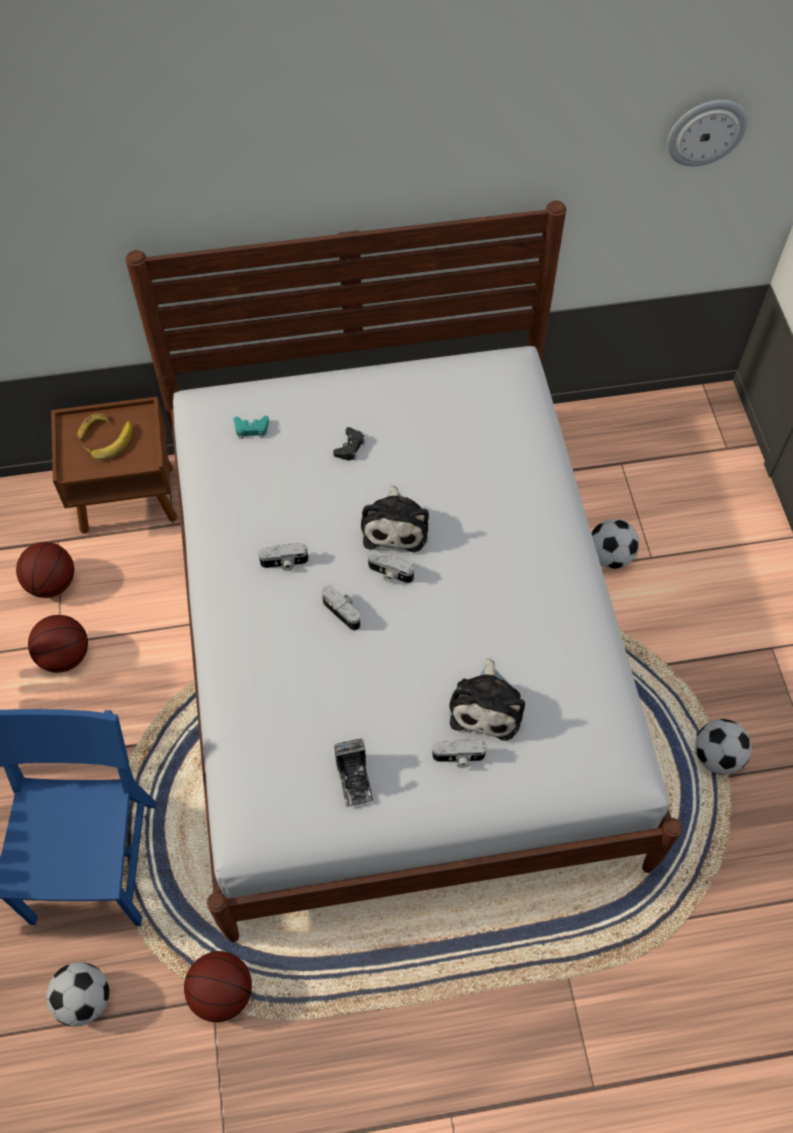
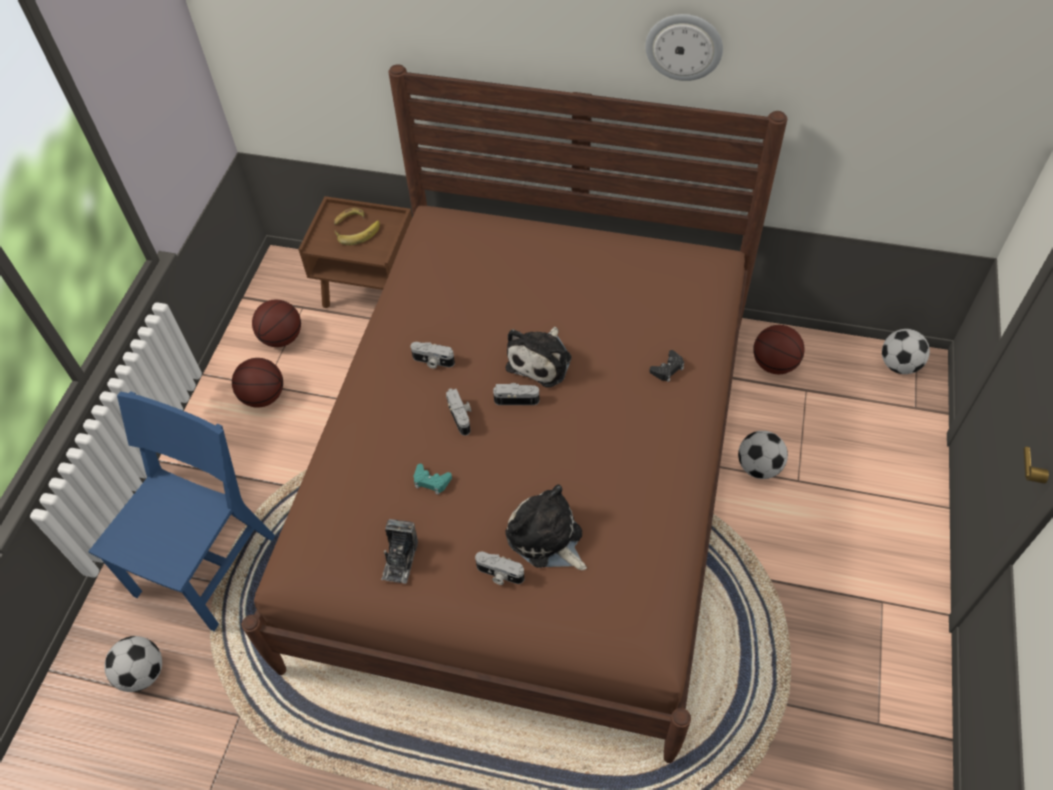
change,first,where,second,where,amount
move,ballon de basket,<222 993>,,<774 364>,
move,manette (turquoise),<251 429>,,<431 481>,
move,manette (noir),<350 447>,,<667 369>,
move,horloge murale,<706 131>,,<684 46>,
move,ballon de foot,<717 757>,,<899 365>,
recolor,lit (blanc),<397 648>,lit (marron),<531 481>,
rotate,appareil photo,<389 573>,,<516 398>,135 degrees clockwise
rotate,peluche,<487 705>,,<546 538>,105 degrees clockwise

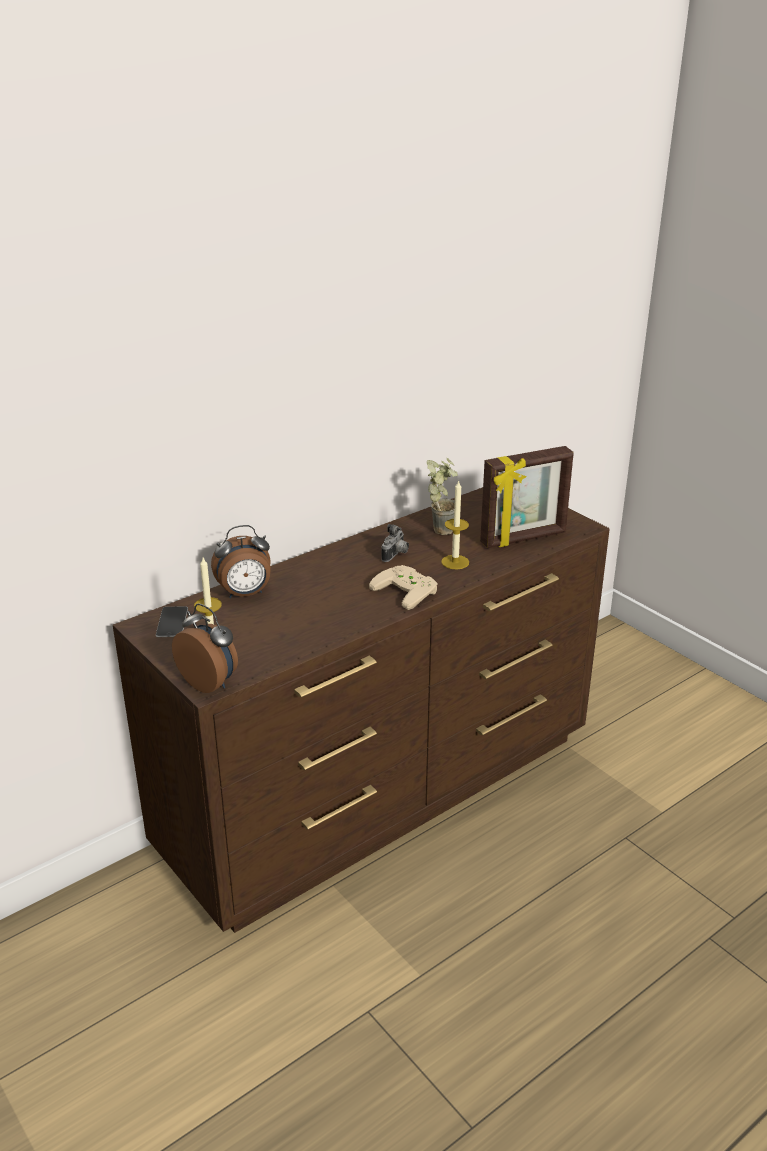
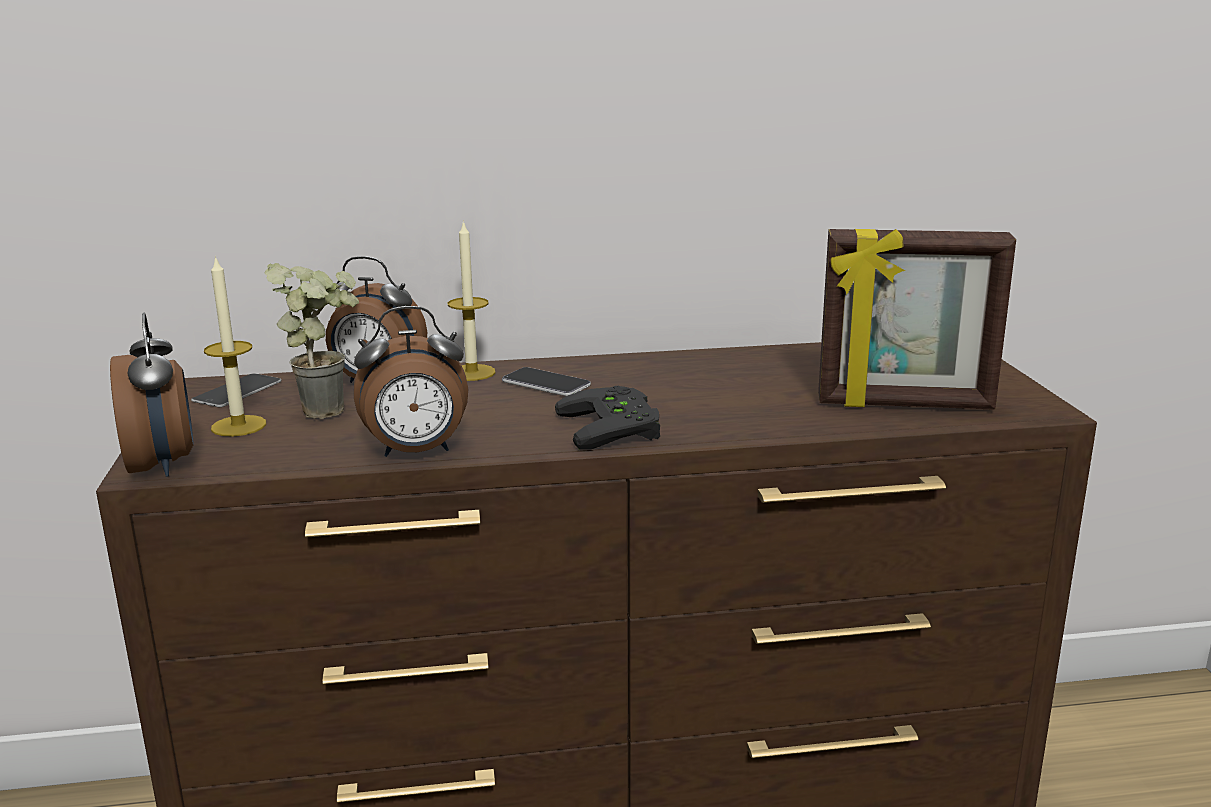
change,first,where,second,where,amount
delete,appareil photo,<396 555>,,,
insert,,,réveil,<416 452>,
insert,,,téléphone,<546 384>,
move,plante en pot,<441 527>,,<329 408>,
move,bougie,<455 562>,,<471 372>,
recolor,manette (beige),<408 590>,manette (noir),<616 427>,

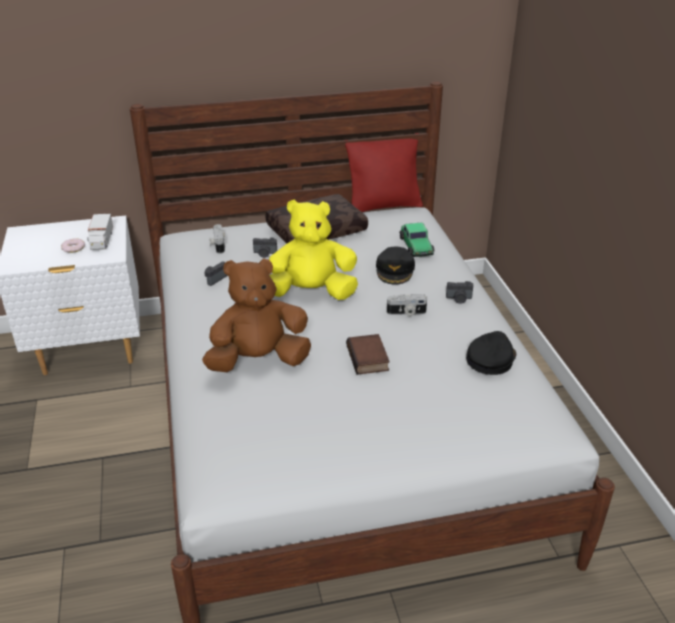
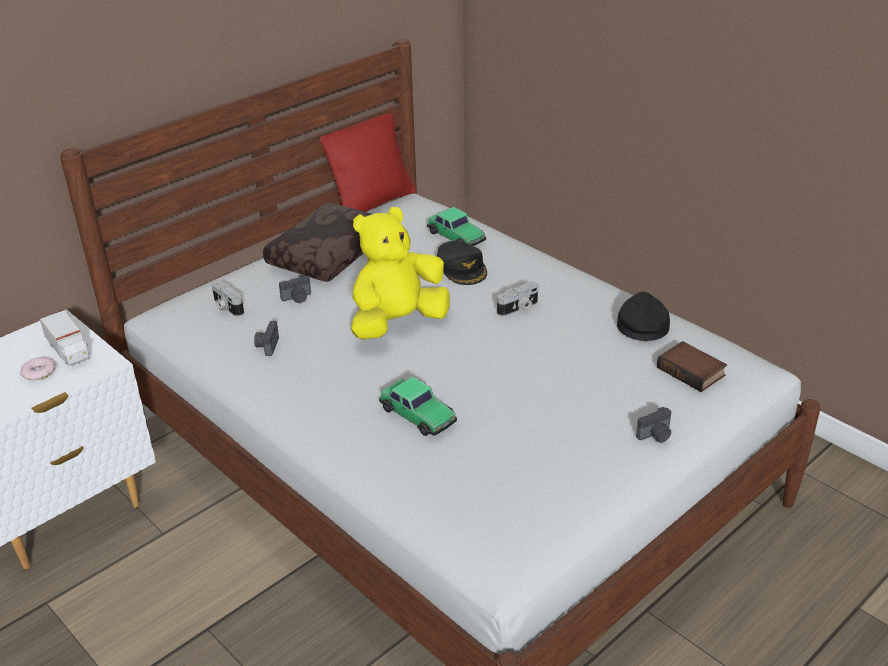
change,first,where,second,where,amount
move,livre,<369 358>,,<692 371>,
move,appareil photo,<459 299>,,<656 435>,
replace,peluche (marron),<258 361>,petite voiture,<418 415>,

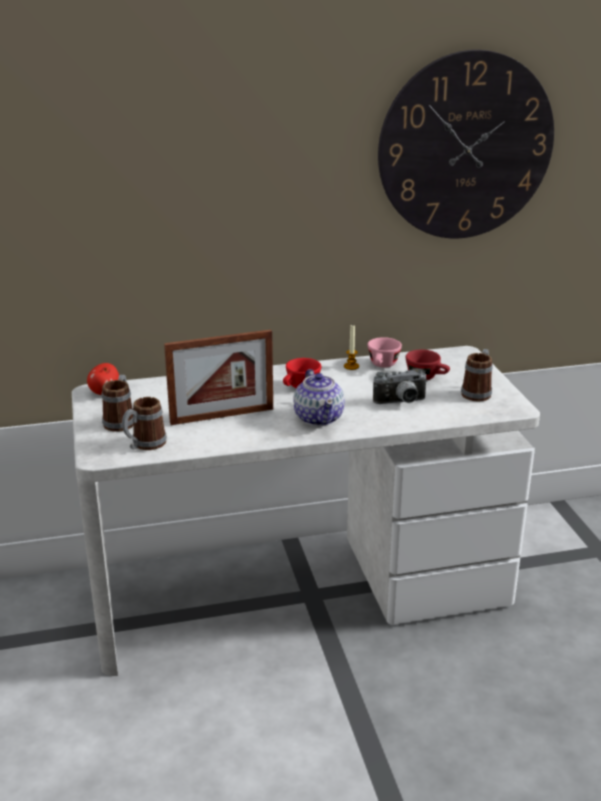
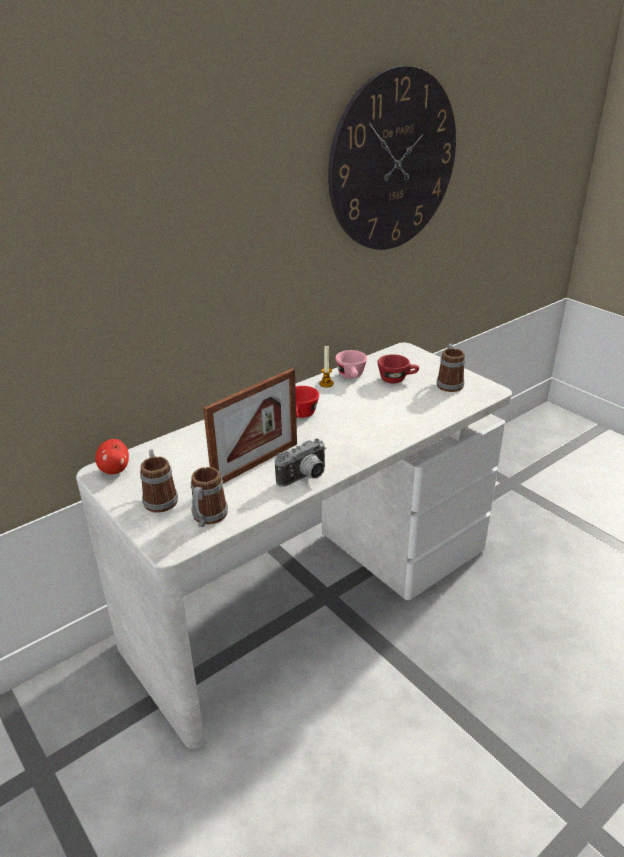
change,first,where,second,where,amount
delete,théière,<319 418>,,,
move,appareil photo,<401 403>,,<305 478>,

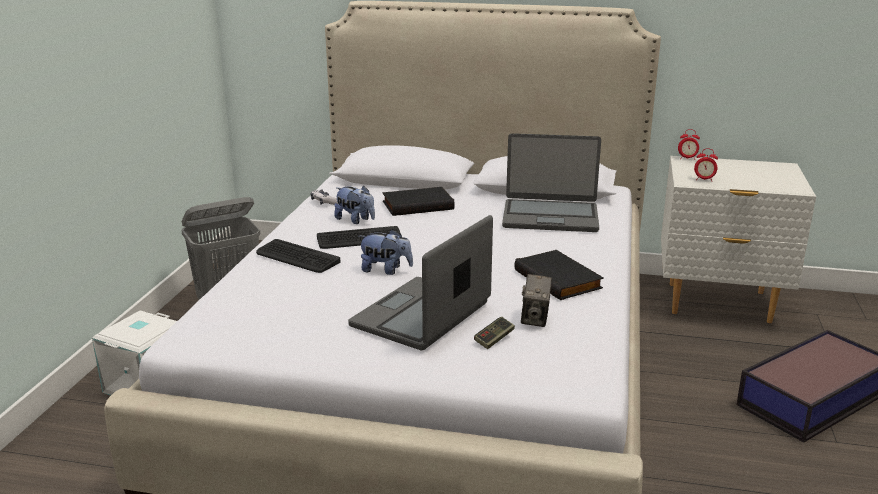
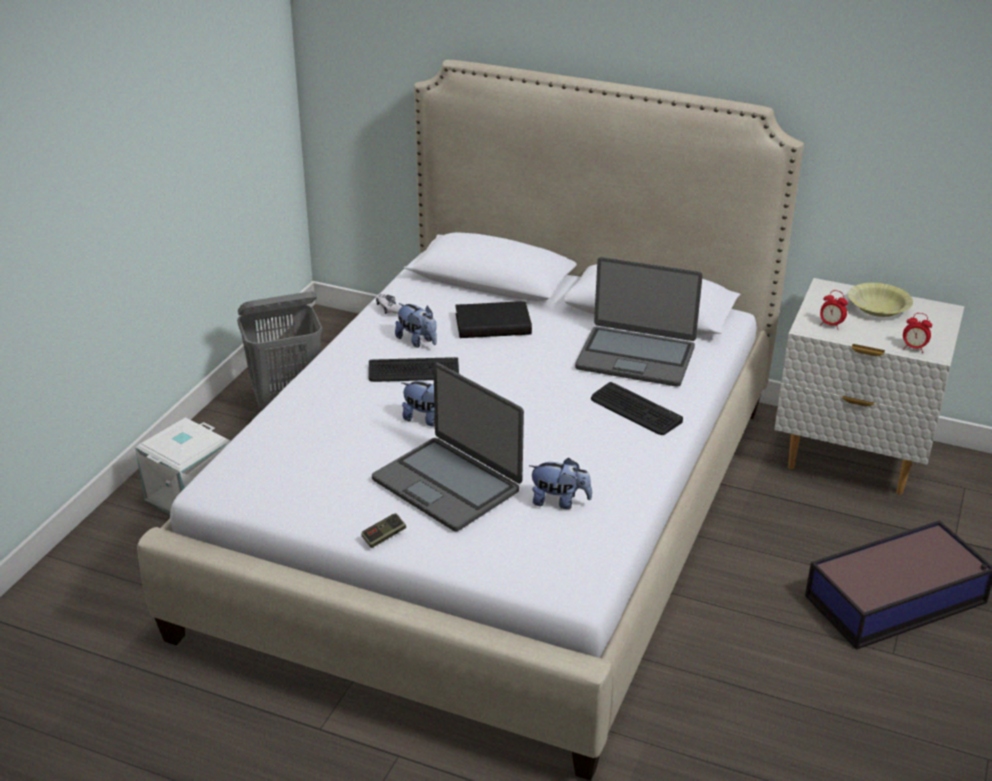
change,first,where,second,where,amount
delete,livre (noir),<559 279>,,,
insert,,,bol (jaune),<878 308>,
move,clavier,<297 257>,,<635 410>,
move,manette,<494 339>,,<384 536>,
move,réveil,<687 158>,,<913 348>,
replace,appareil photo,<535 319>,peluche,<559 501>,
rotate,ordinateur portable,<422 315>,,<447 484>,90 degrees counterclockwise

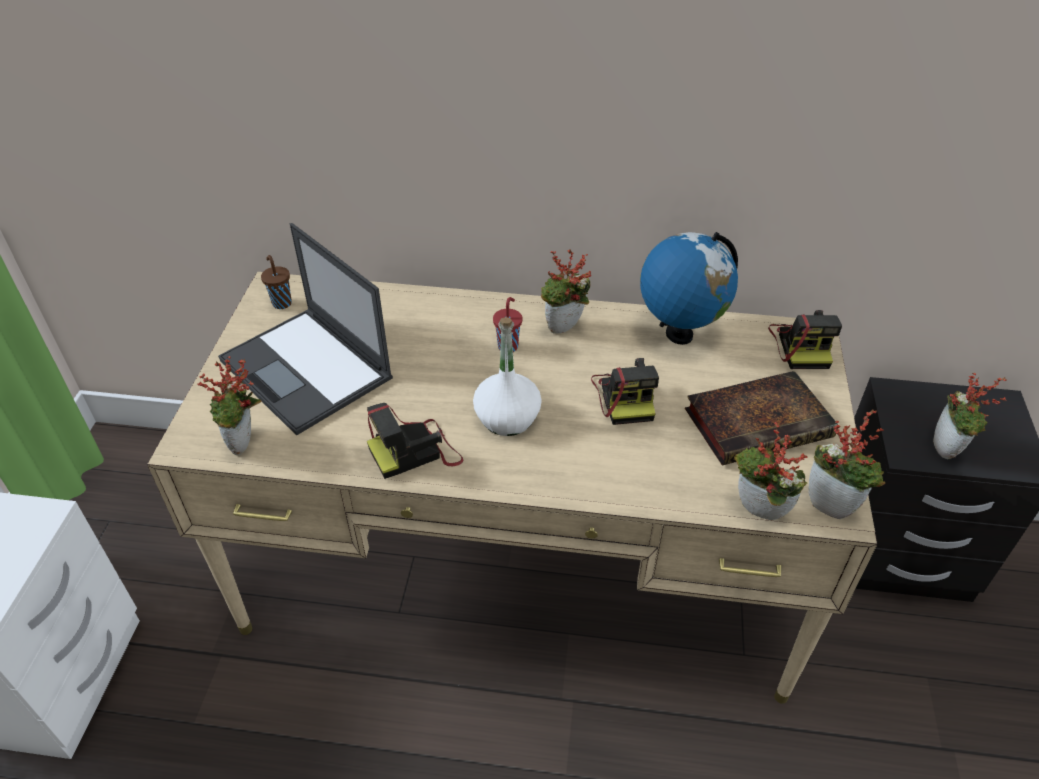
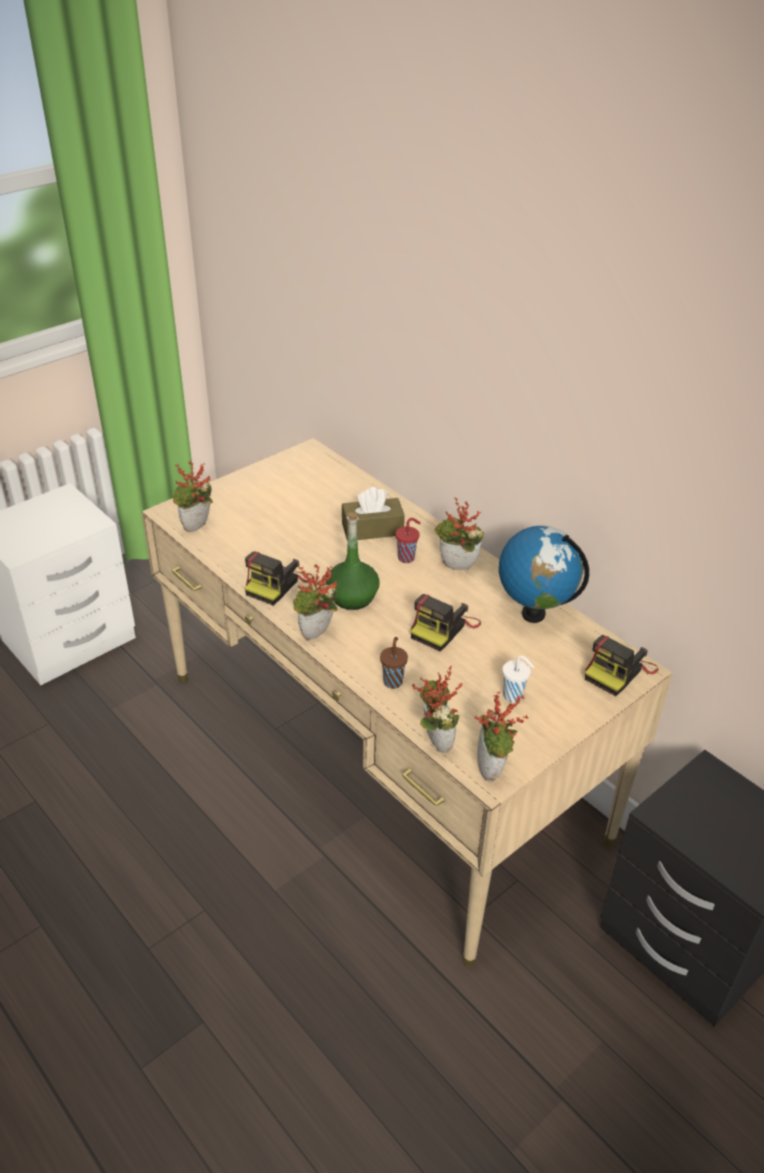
change,first,where,second,where,amount
delete,ordinateur portable,<307 370>,,,
insert,,,boîte à mouchoirs (marron),<372 529>,
move,tasse (marron),<281 303>,,<393 681>,
move,plante en pot,<948 450>,,<317 635>,
replace,livre,<760 422>,tasse (blanc),<514 696>,
recolor,bouteille (blanc),<507 418>,bouteille (vert),<352 597>,
rotate,appareil photo,<416 452>,,<278 584>,75 degrees counterclockwise

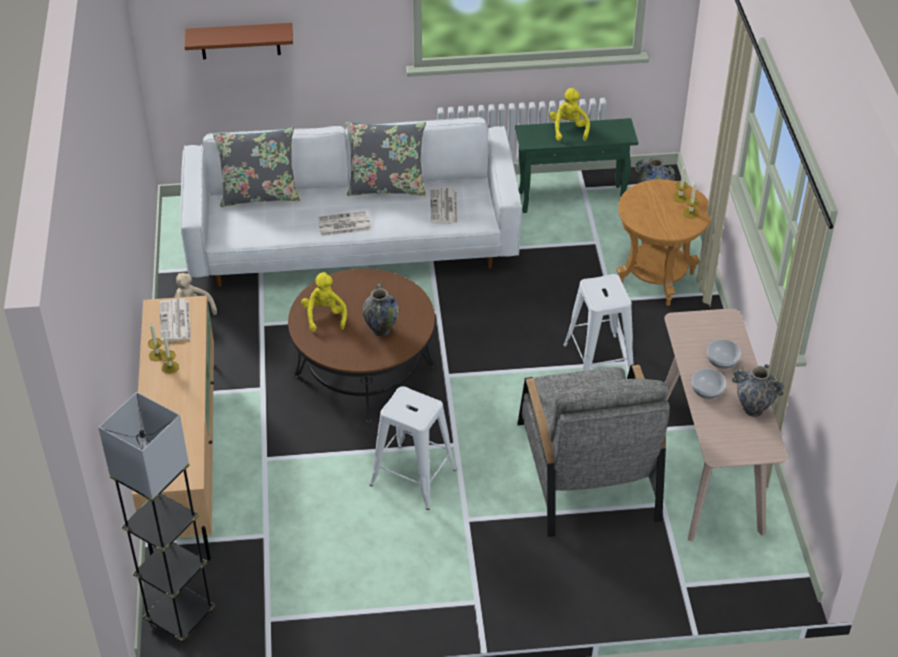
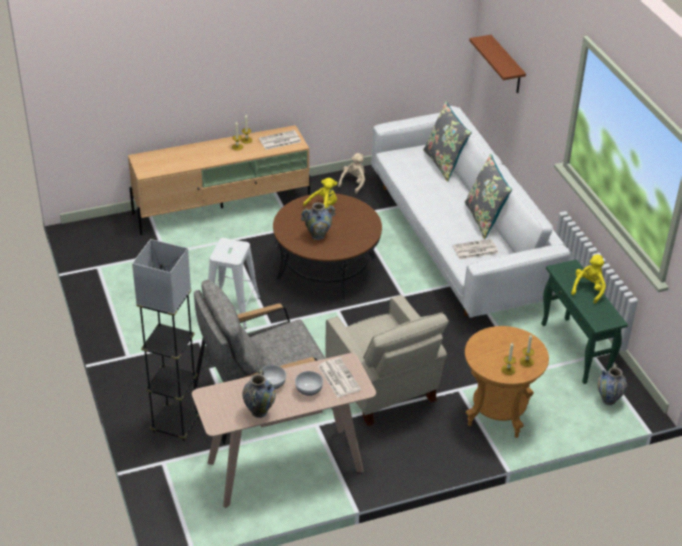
change,first,where,second,where,amount
move,lampadaire (gris),<180 616>,,<175 425>,
move,journal,<343 224>,,<338 377>,
replace,tabouret (blanc),<598 361>,fauteuil (beige),<383 389>,
rotate,peluche (jaune),<568 129>,,<588 289>,45 degrees counterclockwise

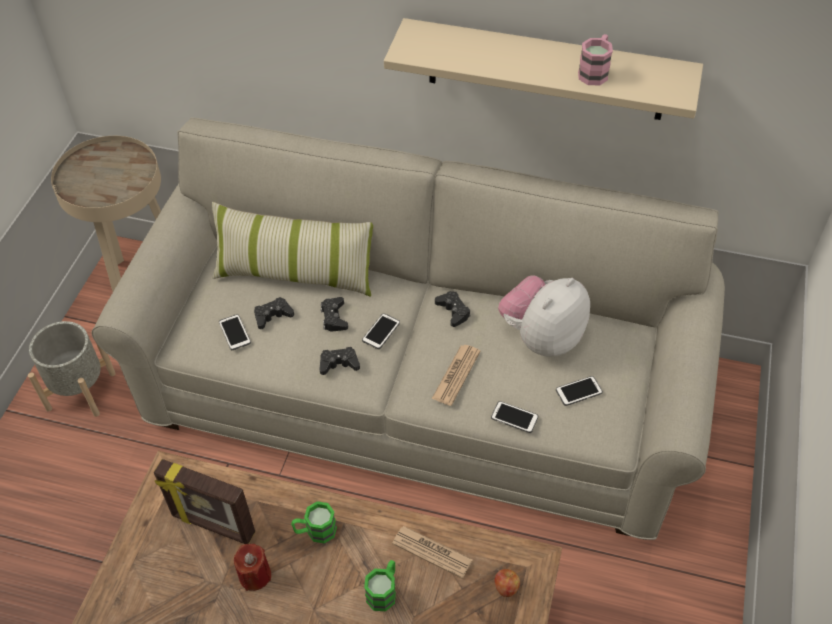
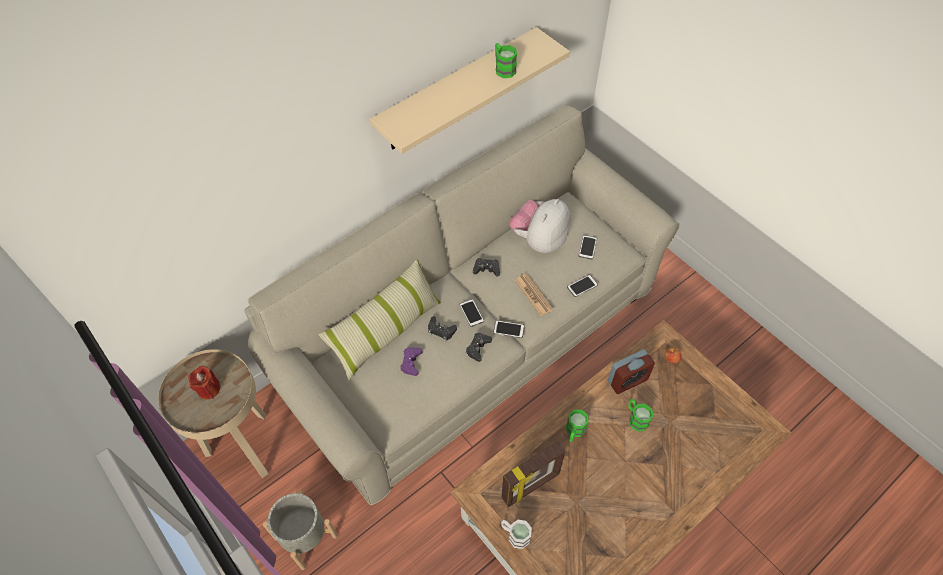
change,first,where,second,where,amount
insert,,,mug (blanc),<515 535>,
move,téléphone,<234 333>,,<508 329>,
move,bougie (rouge),<255 575>,,<208 389>,
replace,journal,<432 552>,réveil,<627 380>,
recolor,manette (noir),<273 316>,manette (violet),<411 362>,
recolor,mug (rose),<595 71>,mug (vert),<503 68>,
rotate,peluche,<542 337>,,<539 240>,45 degrees clockwise

